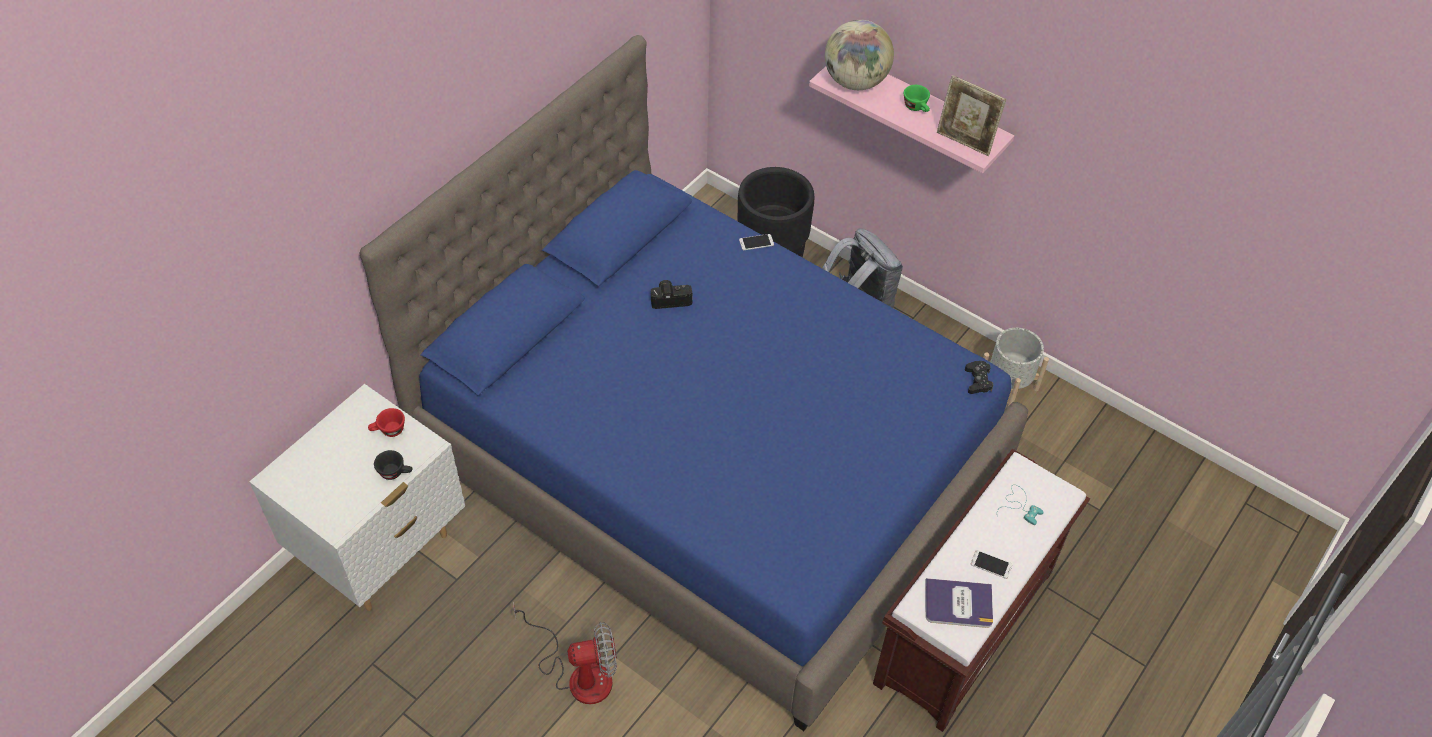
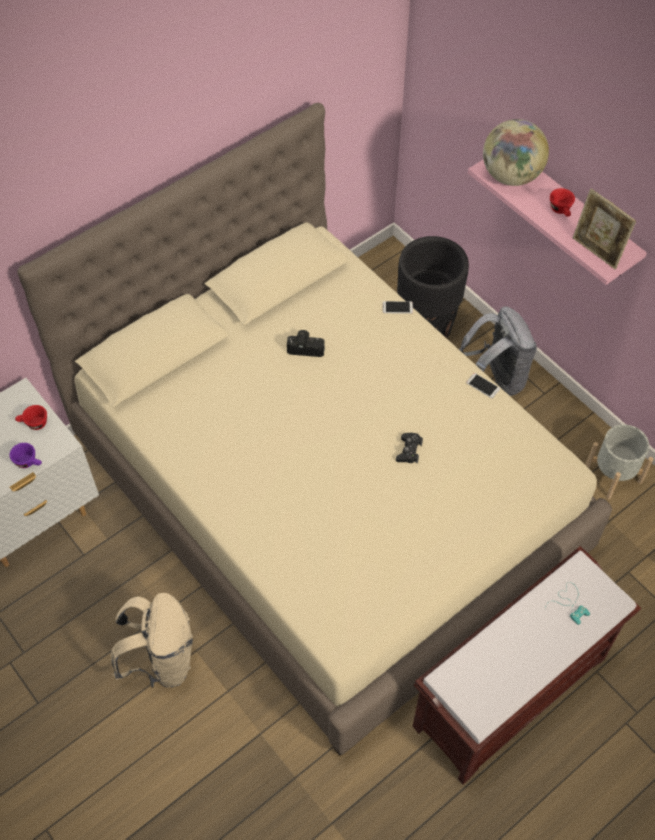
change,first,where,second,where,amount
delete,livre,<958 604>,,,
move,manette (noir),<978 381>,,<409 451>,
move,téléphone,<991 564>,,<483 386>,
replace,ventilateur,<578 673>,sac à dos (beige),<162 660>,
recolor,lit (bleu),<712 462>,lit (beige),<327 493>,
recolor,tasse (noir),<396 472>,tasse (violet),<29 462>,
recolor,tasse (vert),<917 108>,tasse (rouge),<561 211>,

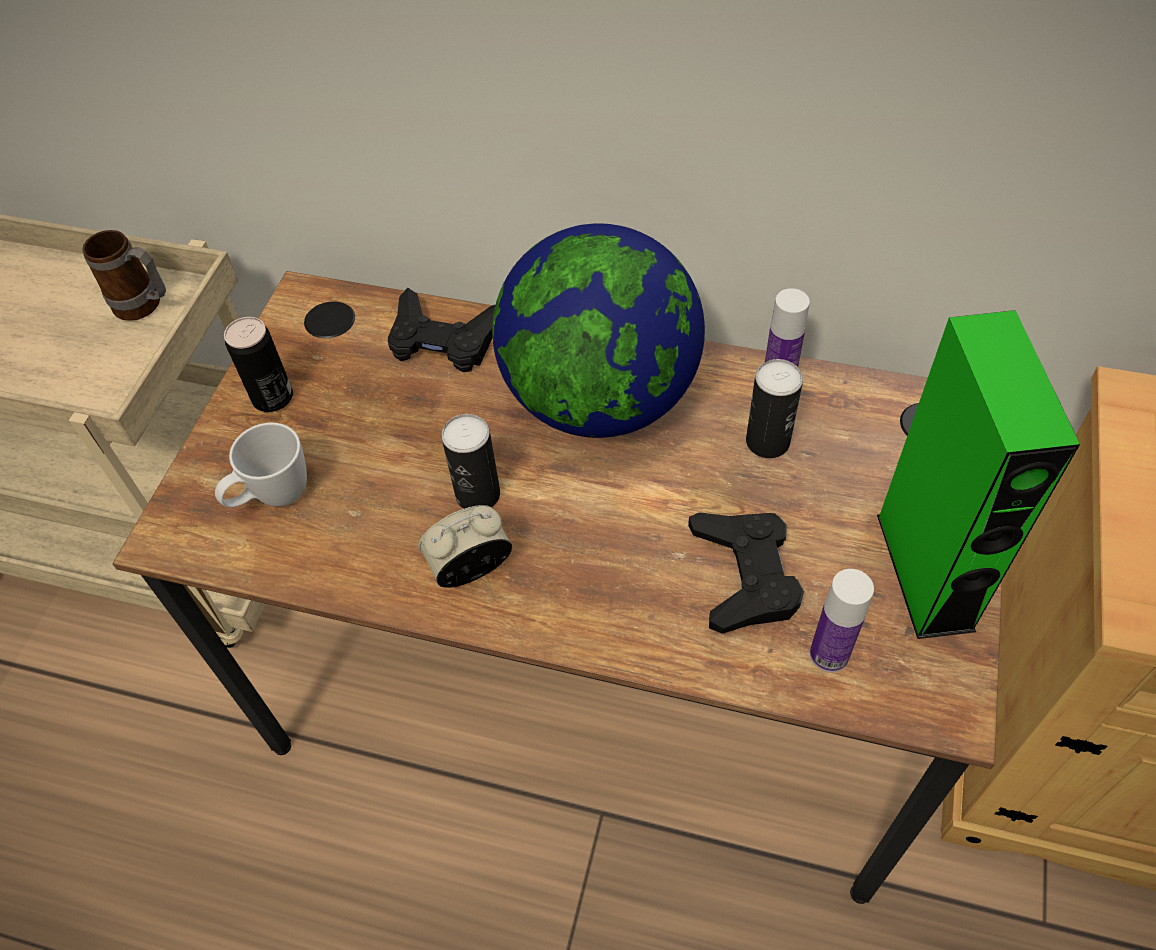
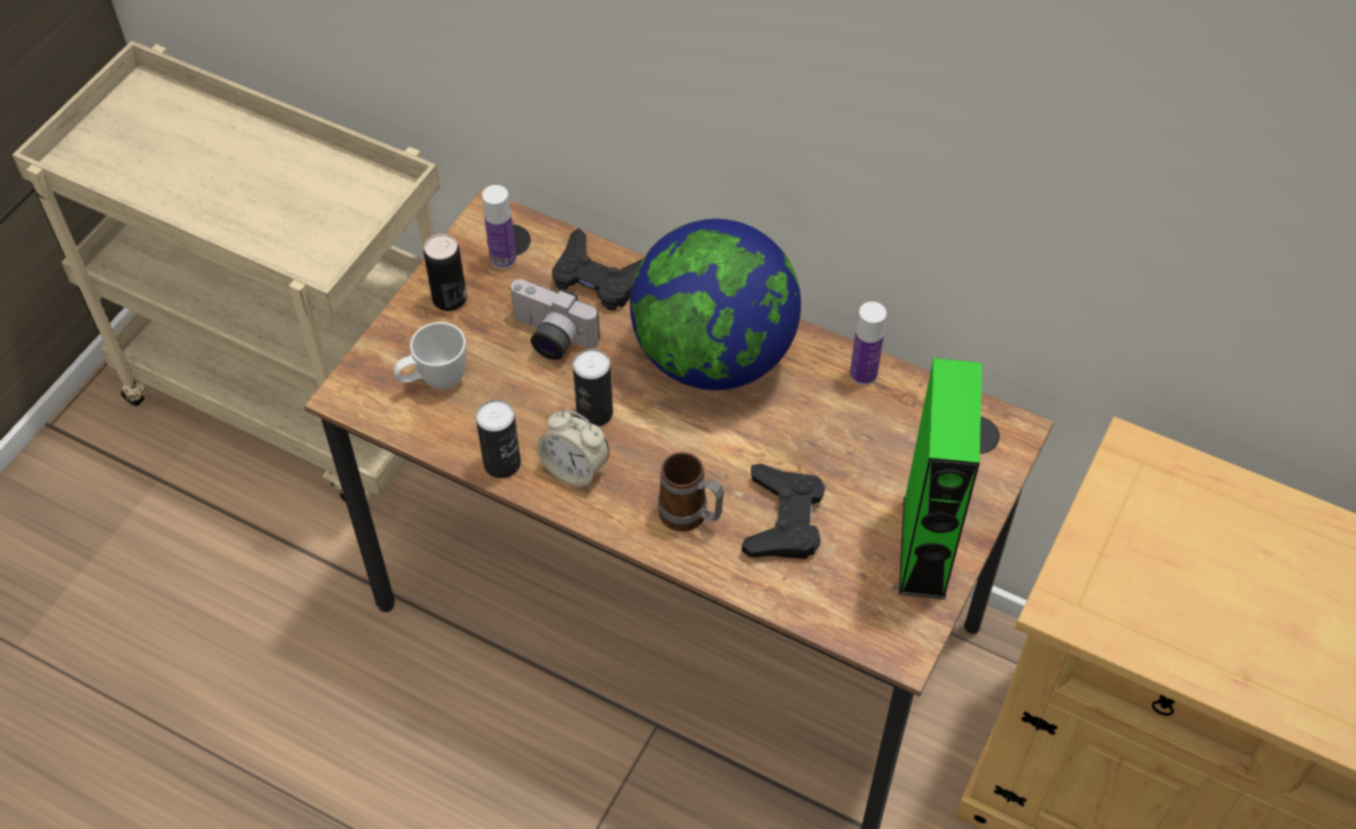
change,first,where,second,where,amount
insert,,,appareil photo,<549 338>,
move,mug,<145 307>,,<691 517>,
move,boîte métallique,<767 441>,,<502 463>,
move,bouteille,<829 655>,,<503 258>,
rotate,réveil,<471 569>,,<575 469>,135 degrees counterclockwise

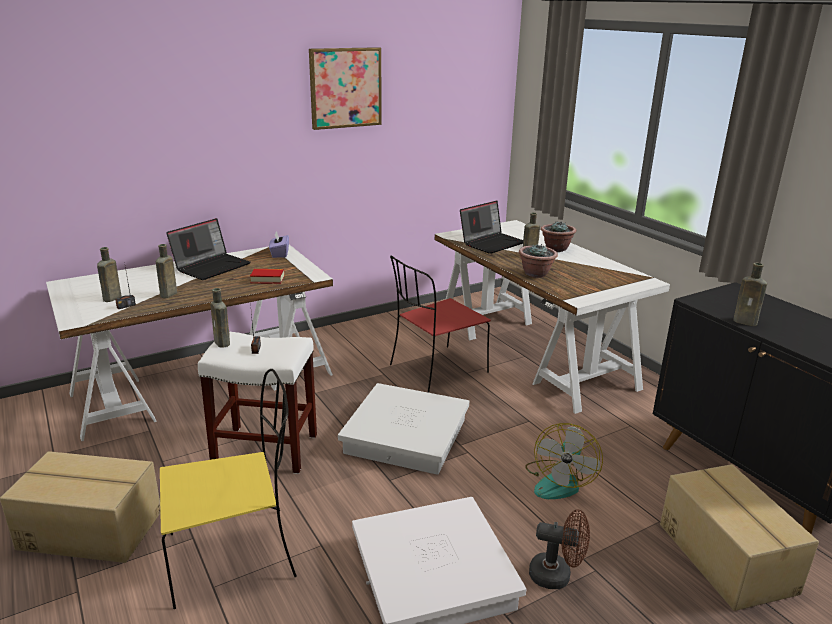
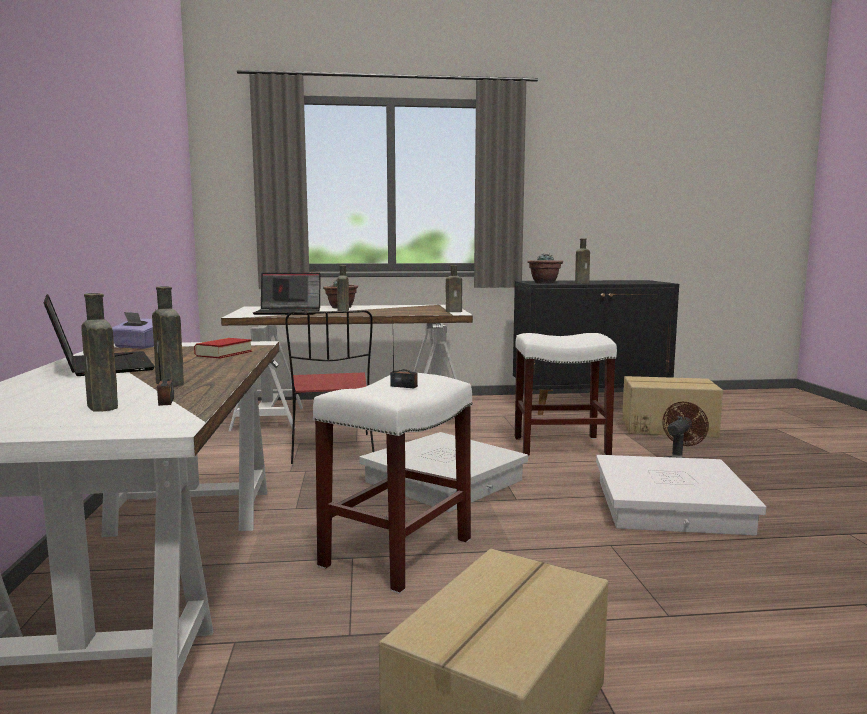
change,first,where,second,where,amount
delete,chaise (jaune),<235 554>,,,
delete,tableau,<345 88>,,,
move,bouteille (marron),<222 343>,,<455 311>,
move,plante en pot,<536 274>,,<544 282>,
replace,ventilateur,<559 481>,tabouret (blanc),<561 446>,
rotate,ordinateur portable,<492 243>,,<289 312>,105 degrees clockwise

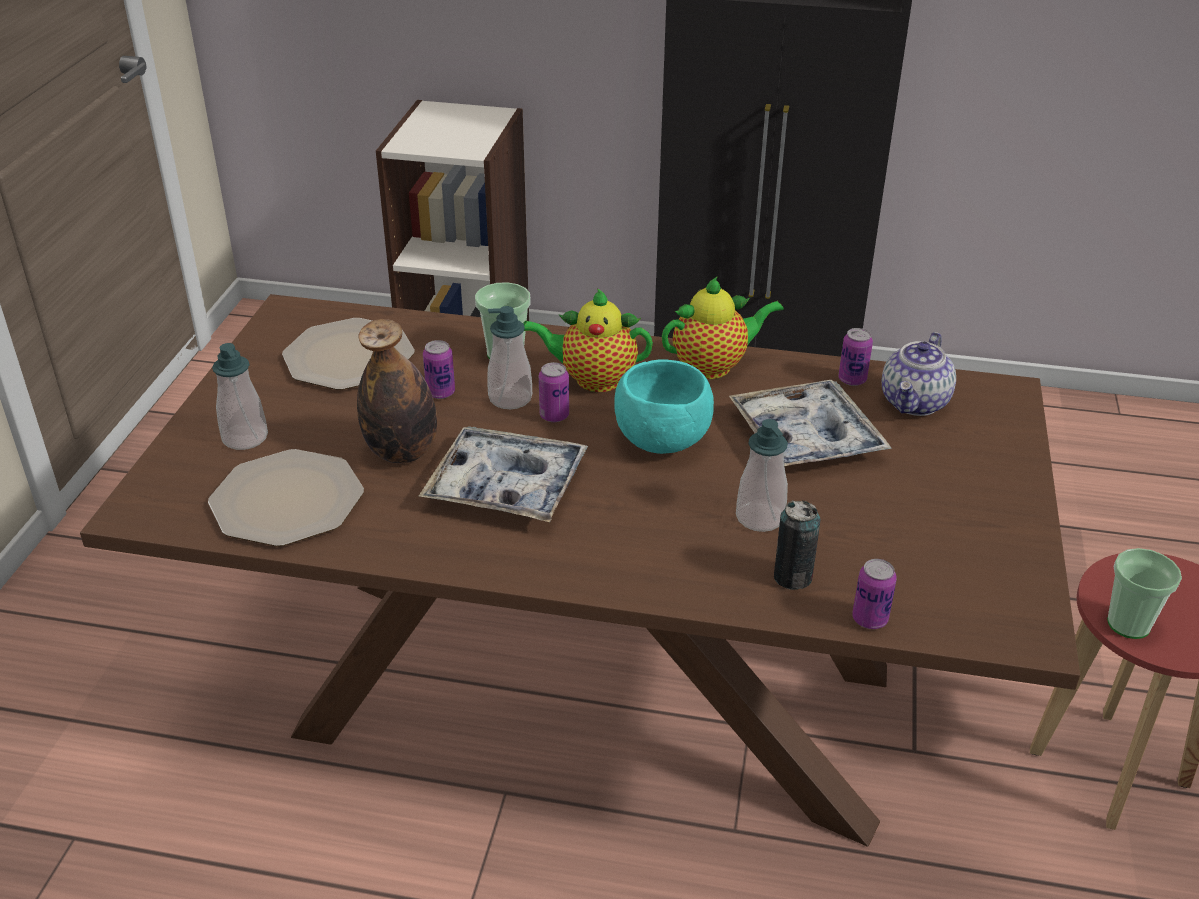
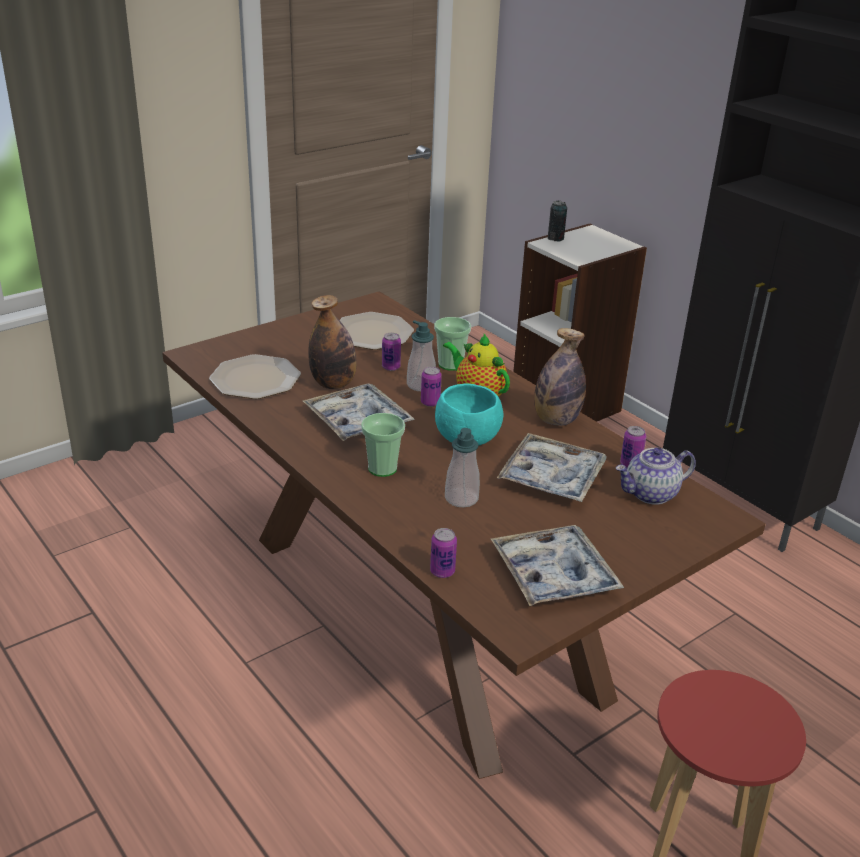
change,first,where,second,where,amount
delete,distributeur de savon,<245 438>,,,
insert,,,plateau,<554 575>,
move,boîte métallique,<792 577>,,<555 238>,
move,tasse,<1128 624>,,<382 468>,
replace,théière,<714 366>,bouteille,<556 420>,

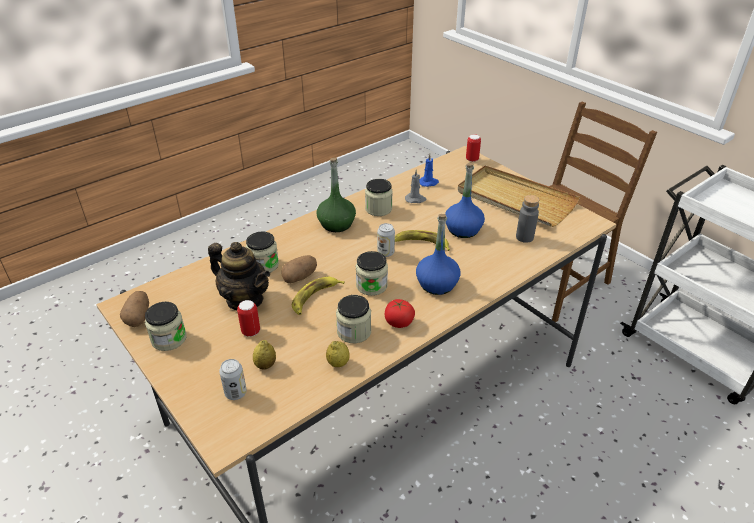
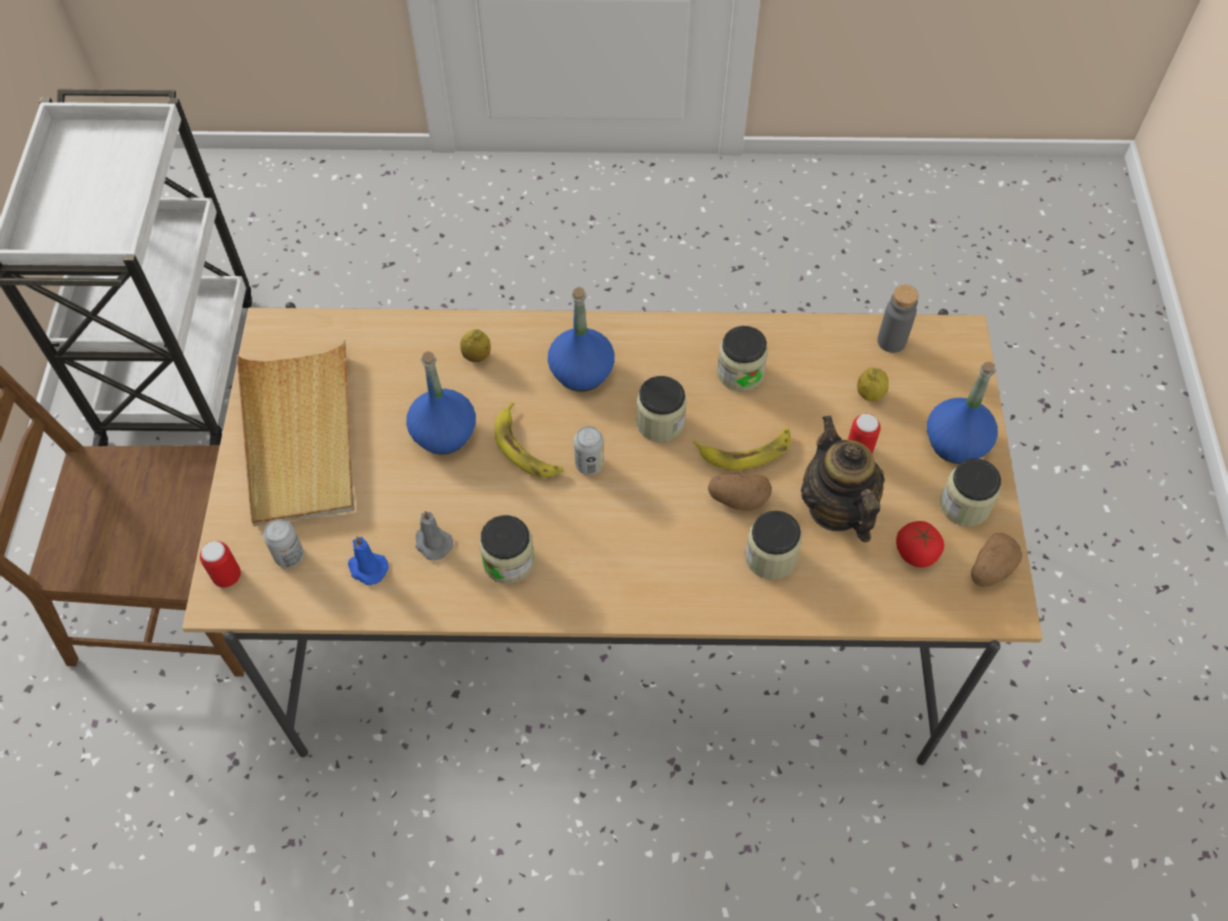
change,first,where,second,where,amount
delete,bouteille (vert),<336 224>,,,
insert,,,bouteille (bleu),<955 442>,
move,boîte métallique,<235 393>,,<289 556>,
move,citron,<338 363>,,<477 356>,
move,tomate,<399 322>,,<915 553>,
move,bouteille (gris),<524 237>,,<891 341>,

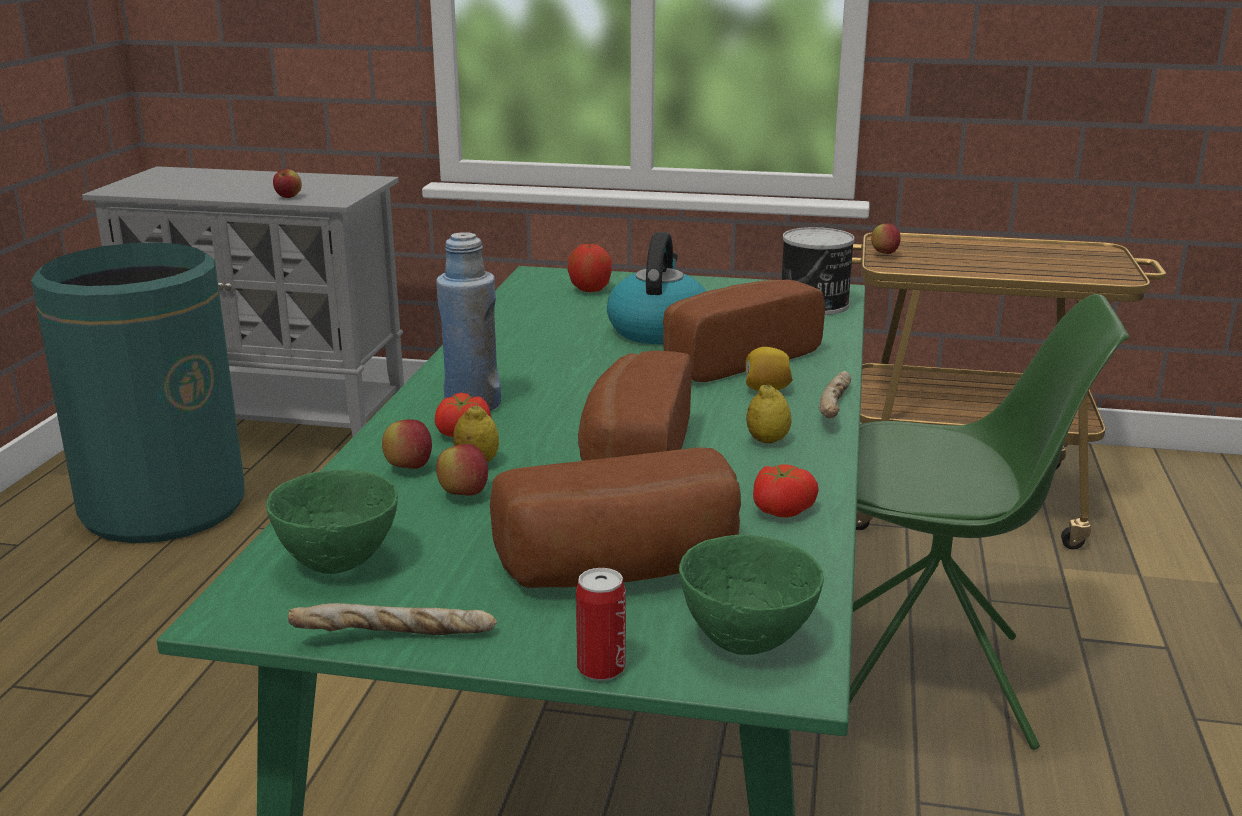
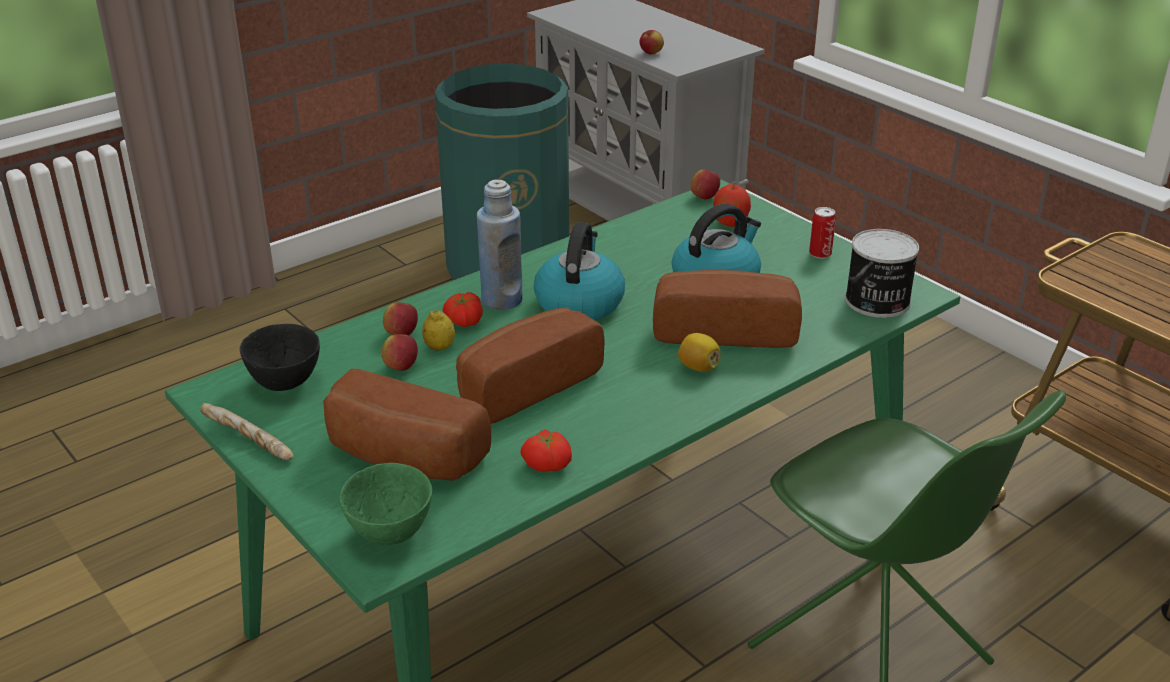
change,first,where,second,where,amount
delete,citron,<767 441>,,,
delete,pain,<836 408>,,,
insert,,,bouilloire,<579 303>,
move,boîte métallique,<601 668>,,<820 253>,
move,pomme,<884 253>,,<704 197>,
recolor,bol (vert),<339 562>,bol (noir),<286 383>,

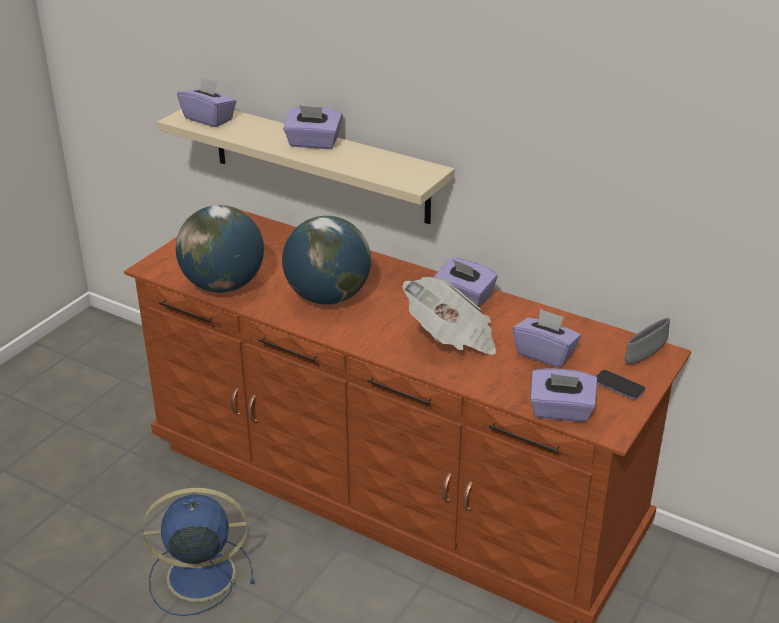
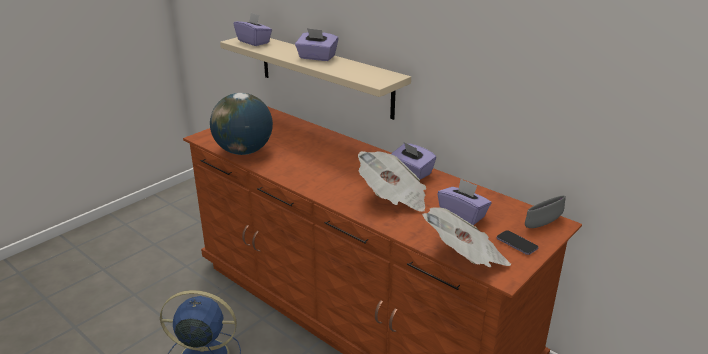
change,first,where,second,where,amount
delete,globe,<327 297>,,,
replace,boîte à mouchoirs (violet),<561 411>,journal,<465 257>,

